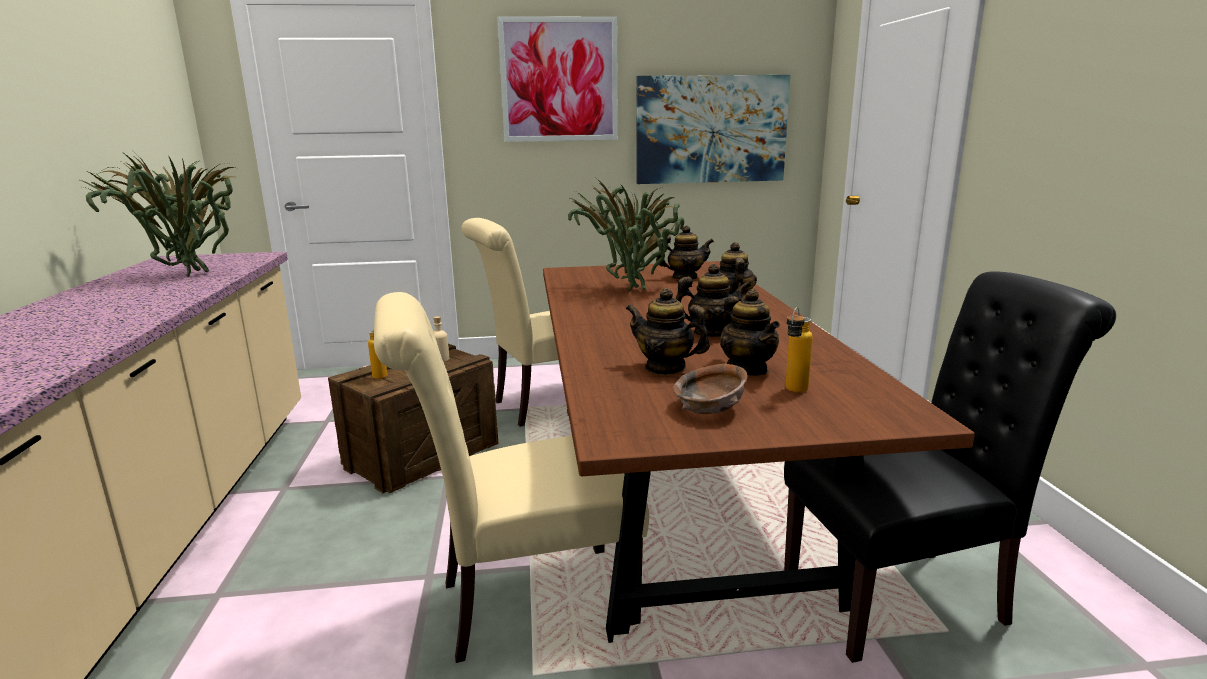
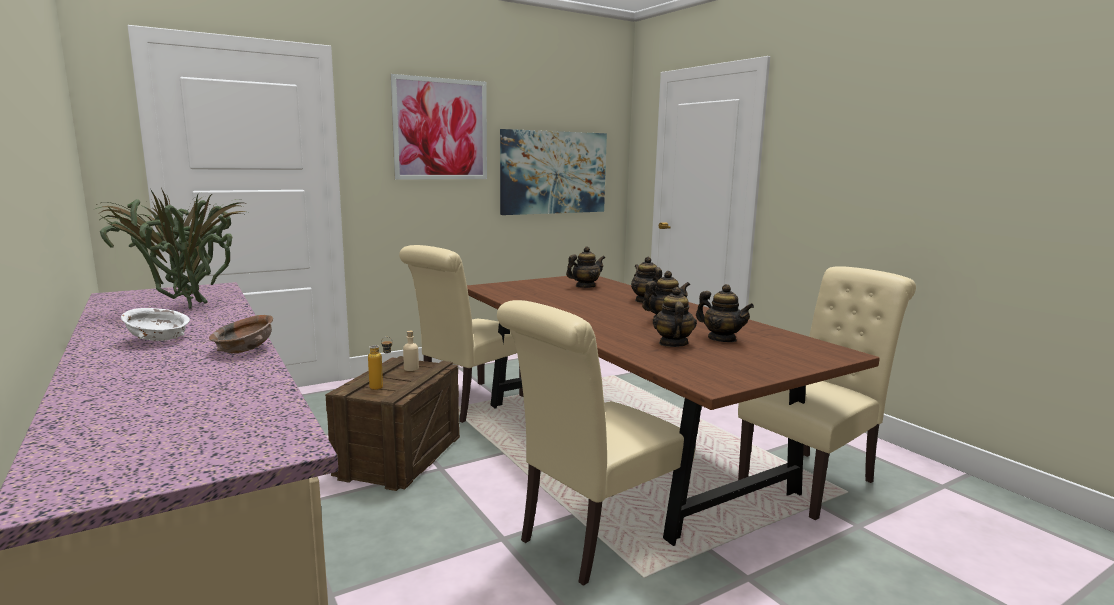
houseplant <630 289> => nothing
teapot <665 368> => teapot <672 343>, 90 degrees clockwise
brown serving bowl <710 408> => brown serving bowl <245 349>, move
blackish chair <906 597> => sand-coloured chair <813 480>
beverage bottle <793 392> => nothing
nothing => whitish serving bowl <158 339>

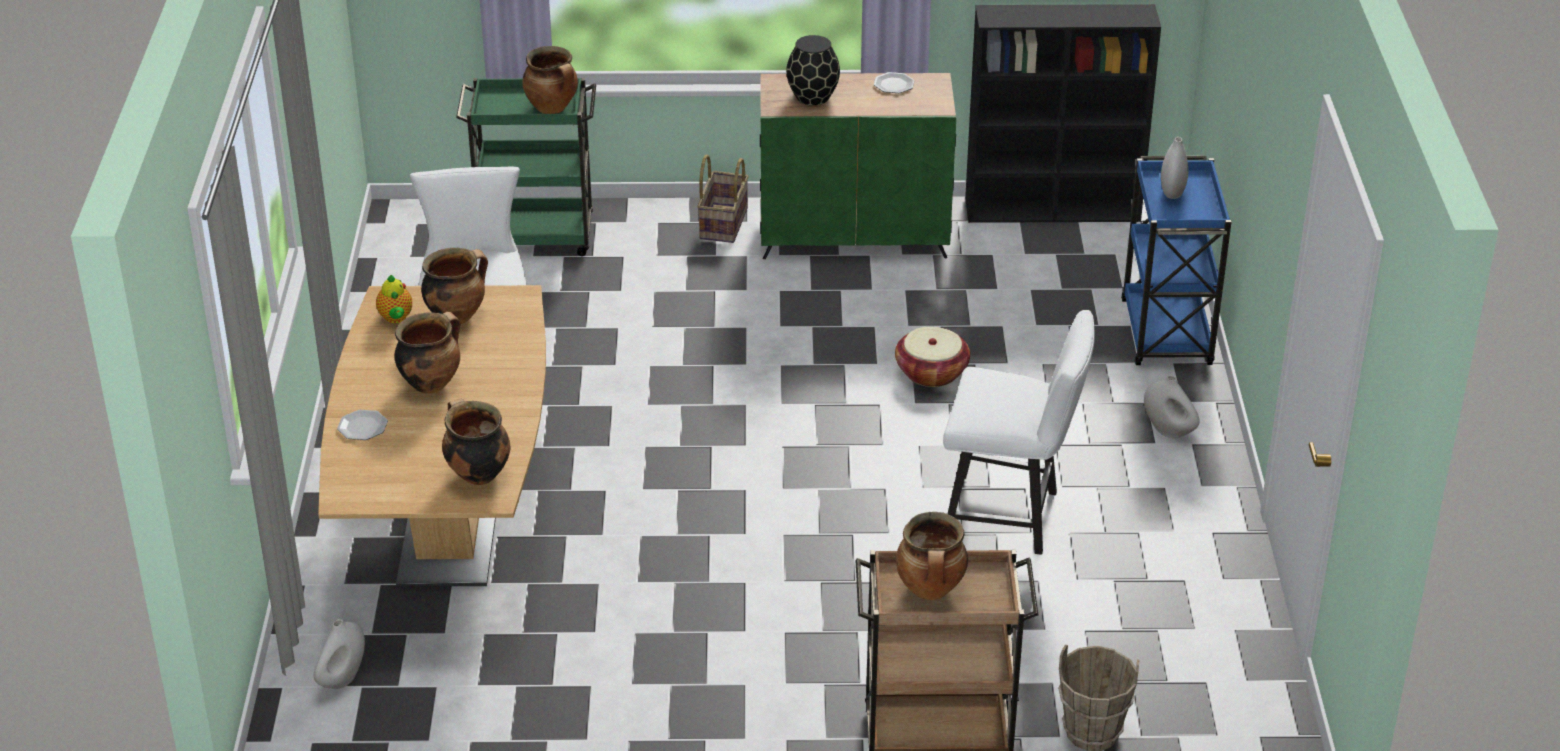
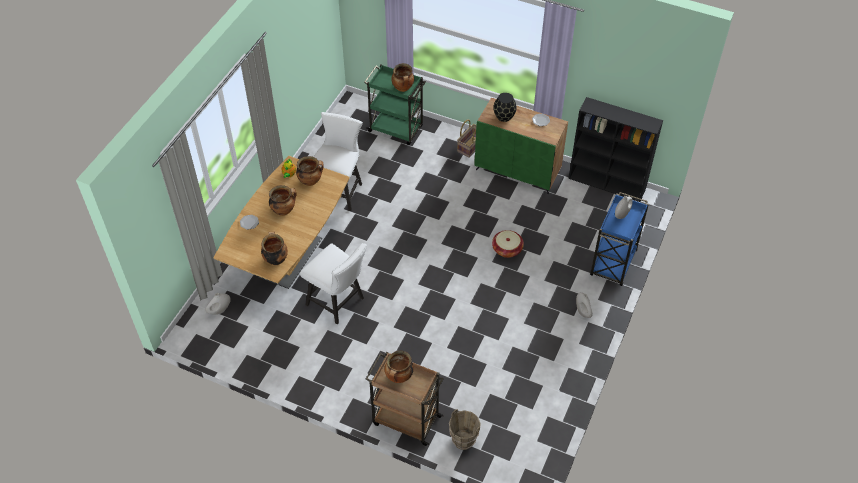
whitish chair <1010 517> => whitish chair <338 303>, move

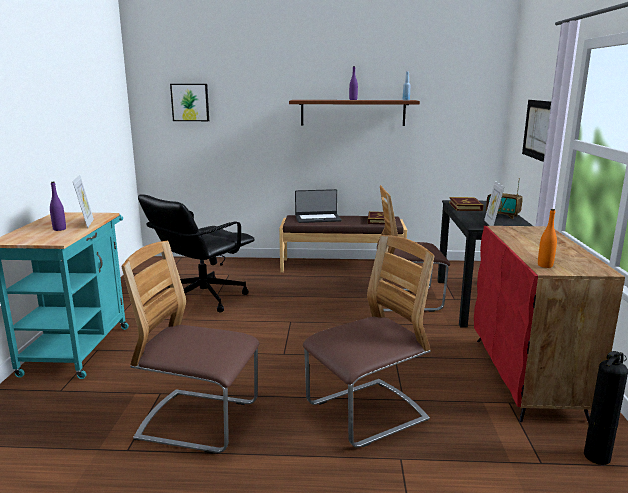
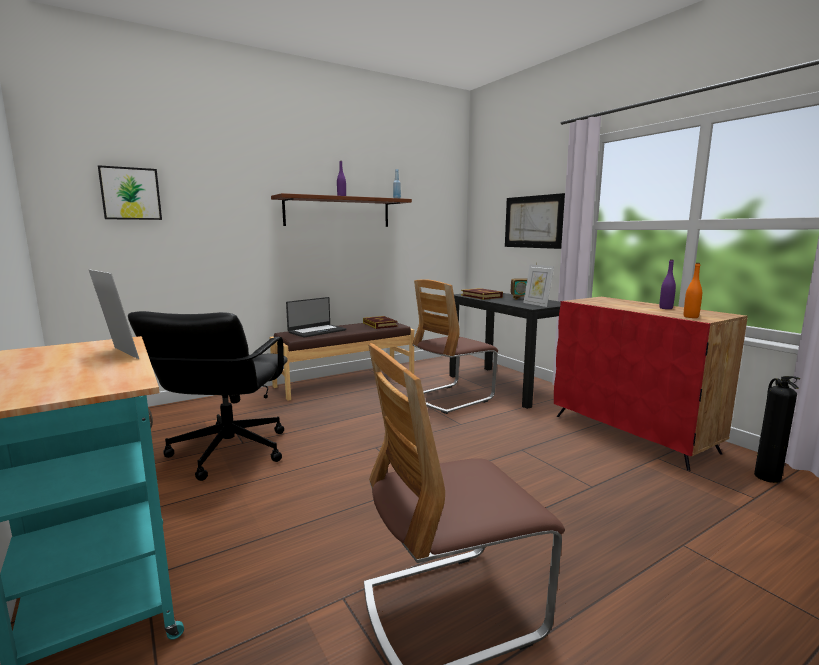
purplish beverage bottle <59 229> => purplish beverage bottle <666 308>, move
chair <366 413> => nothing

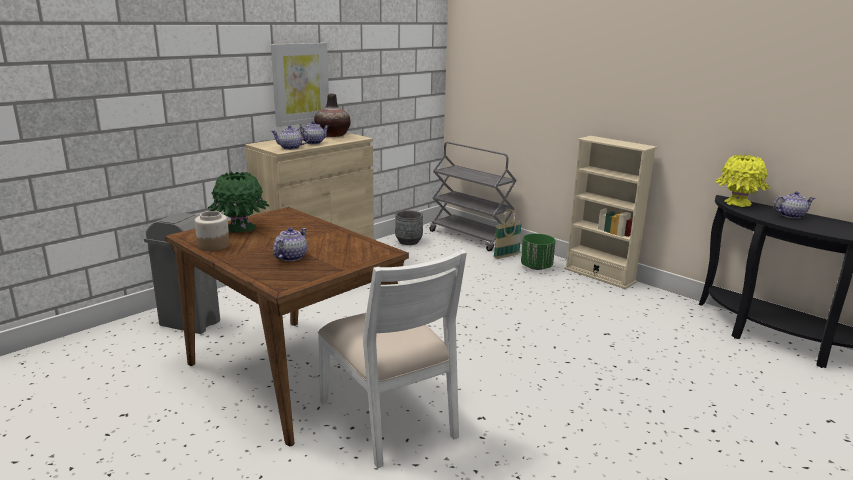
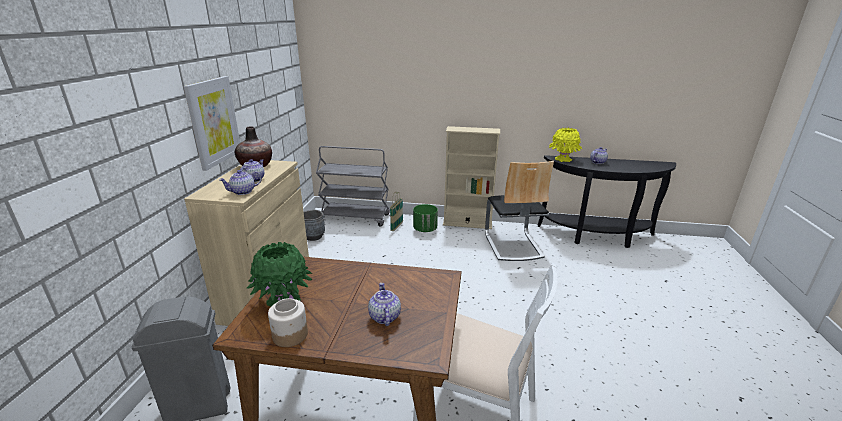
nothing => chair <512 245>

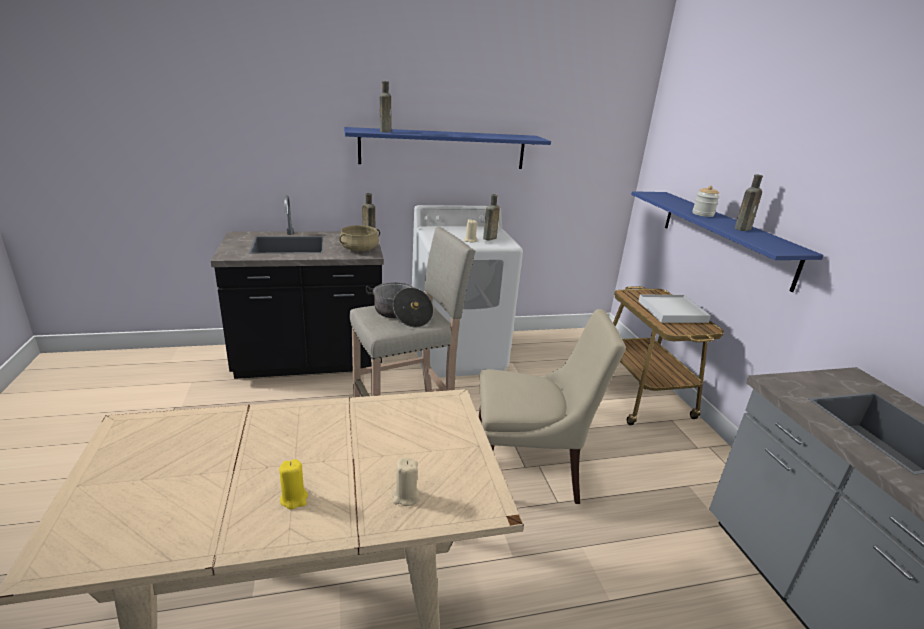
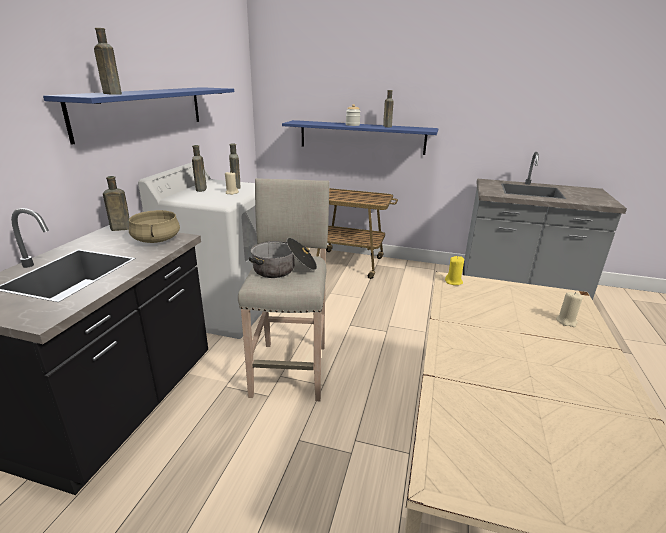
yellow wax candle <294 499> => yellow wax candle <453 282>, move
sand-coloured chair <529 470> => nothing
whitish serving tray <672 311> => nothing
nothing => brown beverage bottle <201 189>

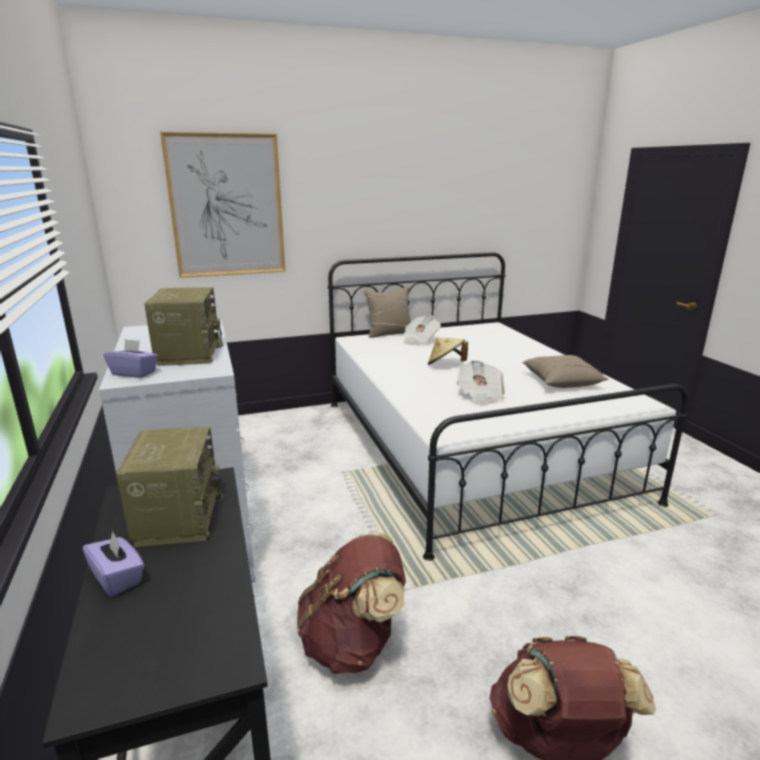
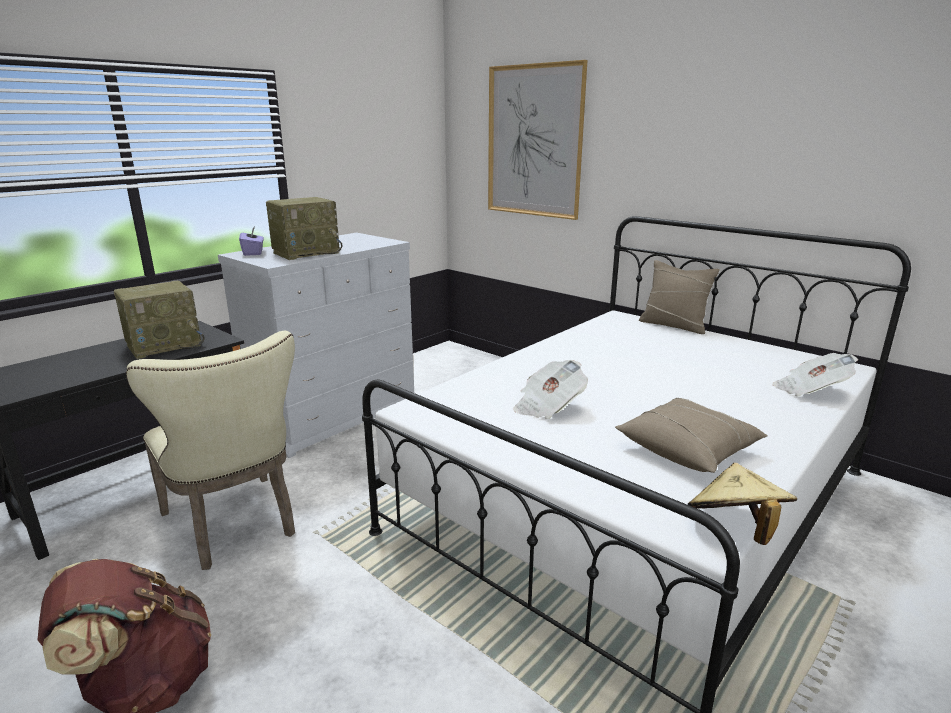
purplish tissue box <118 578> => nothing
brown knapsack <353 643> => sand-coloured chair <235 526>
daily paper <419 340> => daily paper <810 391>, move
sand-coloured hat <446 365> => sand-coloured hat <736 529>, move

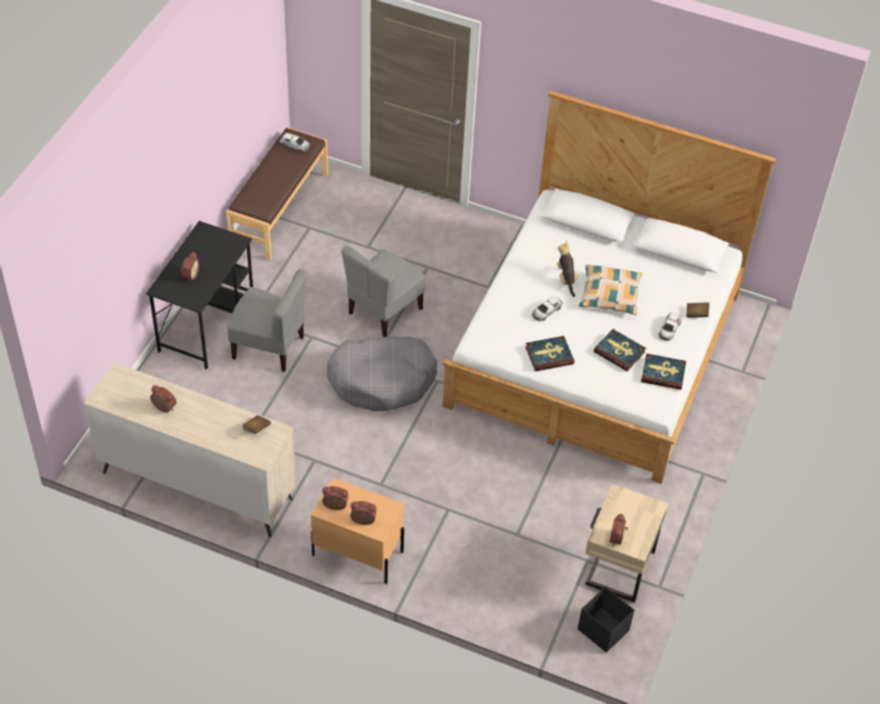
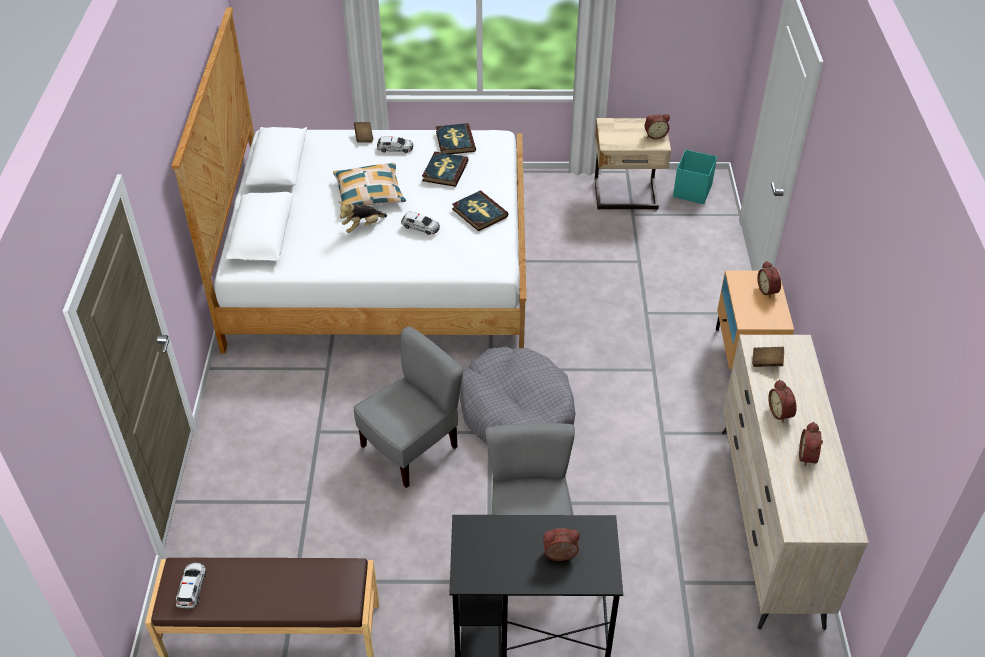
alarm clock <335 506> => alarm clock <781 413>, move
grey chair <384 311> => grey chair <411 448>, 60 degrees counterclockwise
blackish storage container <603 629> => turquoise storage container <692 191>

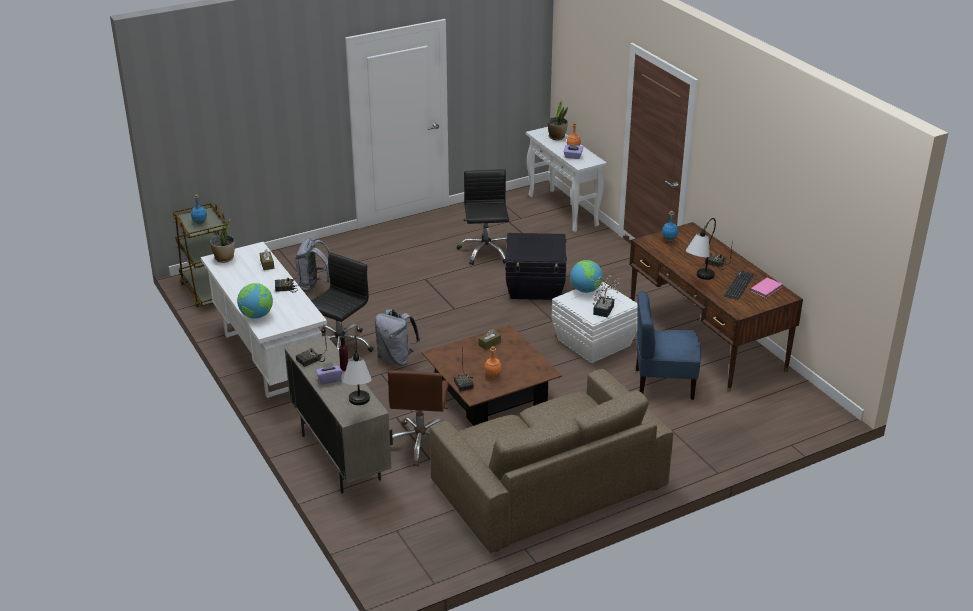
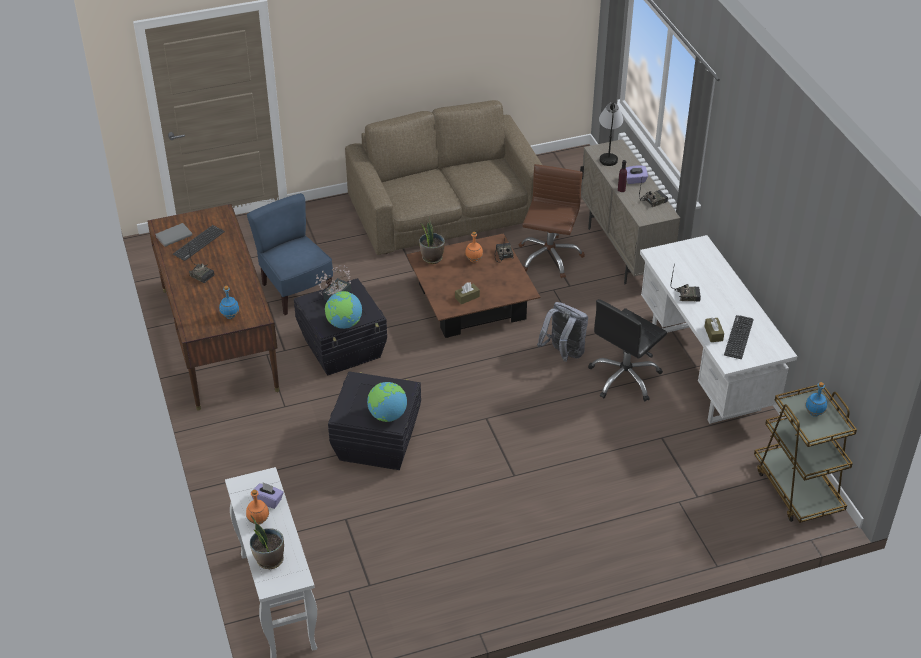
houseplant <224 258> => houseplant <432 258>, move
world globe <257 316> => world globe <387 415>, move
grey knapsack <314 286> => nothing
blackish computer chair <486 252> => nothing
whitish storage container <593 342> => blackish storage container <343 349>
blue-coloured chair <664 383> => blue-coloured chair <296 290>, 135 degrees counterclockwise
table lamp <698 280> => nothing
pink-coloured bound book <767 289> => grey bound book <173 236>
nothing => computer keyboard <738 337>

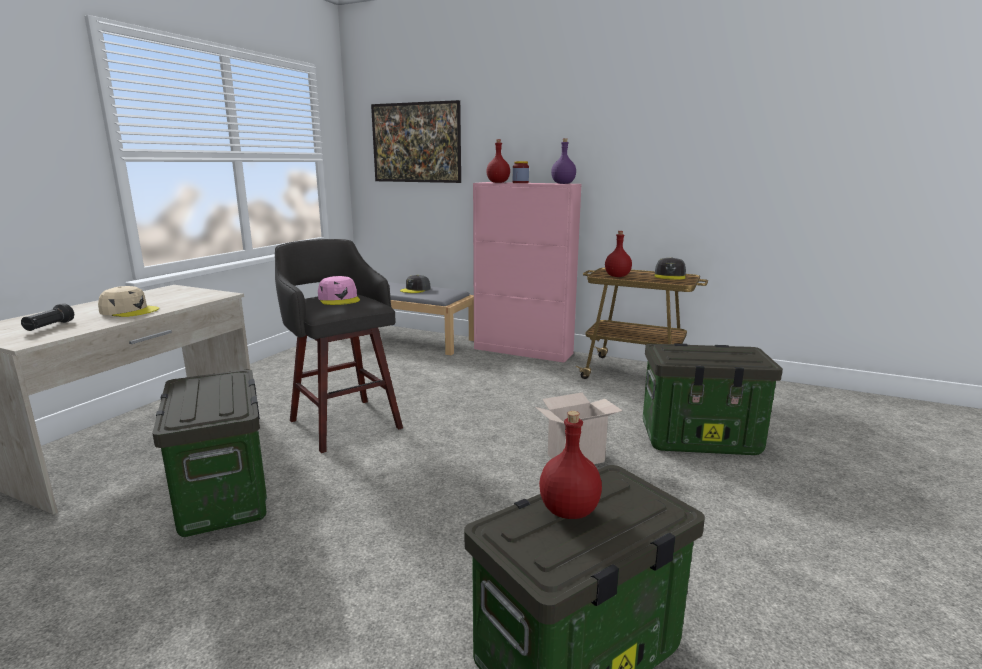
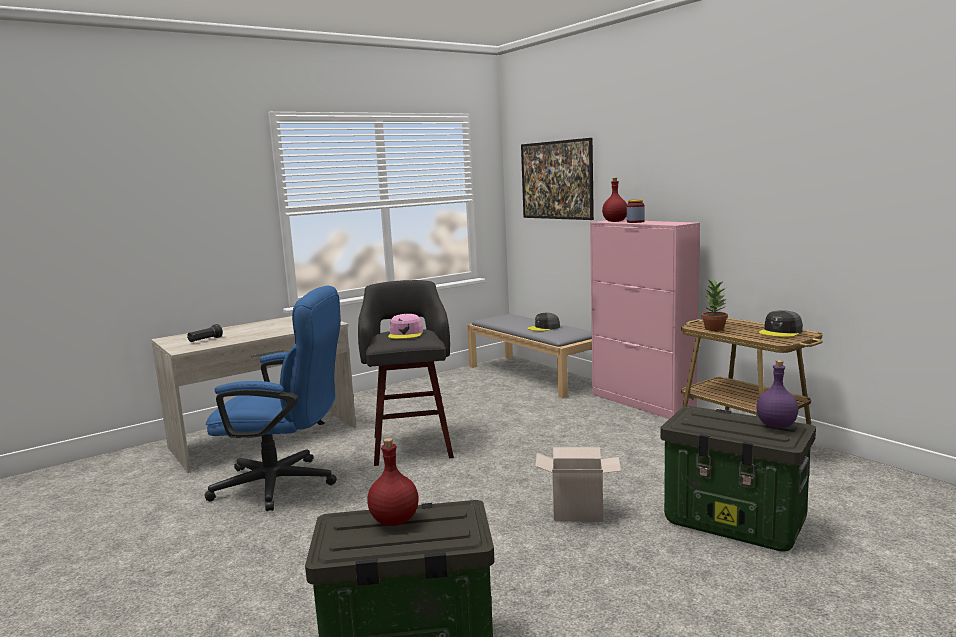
sand-coloured baseball cap <129 310> => nothing
storage container <225 497> => blue-coloured computer chair <286 484>
purplish beverage bottle <563 183> => purplish beverage bottle <777 425>, move
reddish beverage bottle <617 276> => houseplant <713 328>

